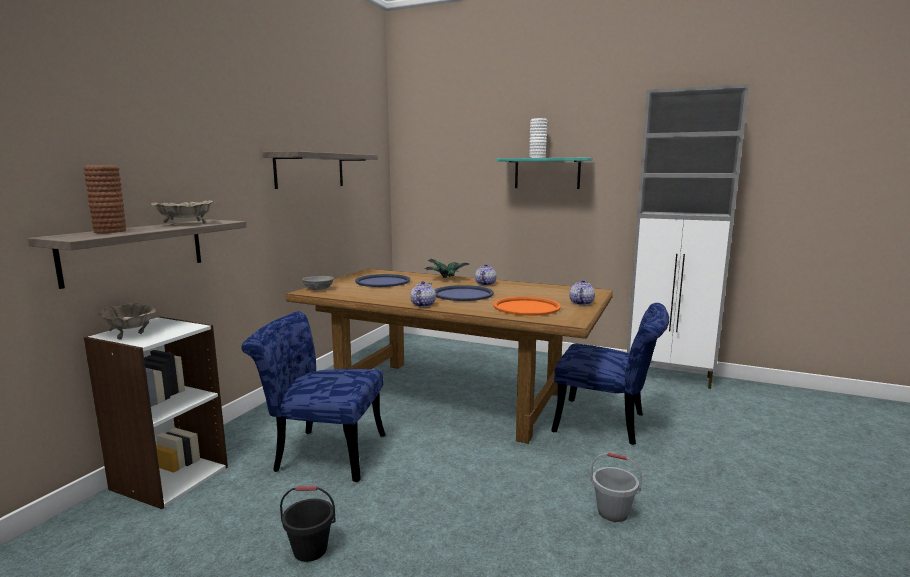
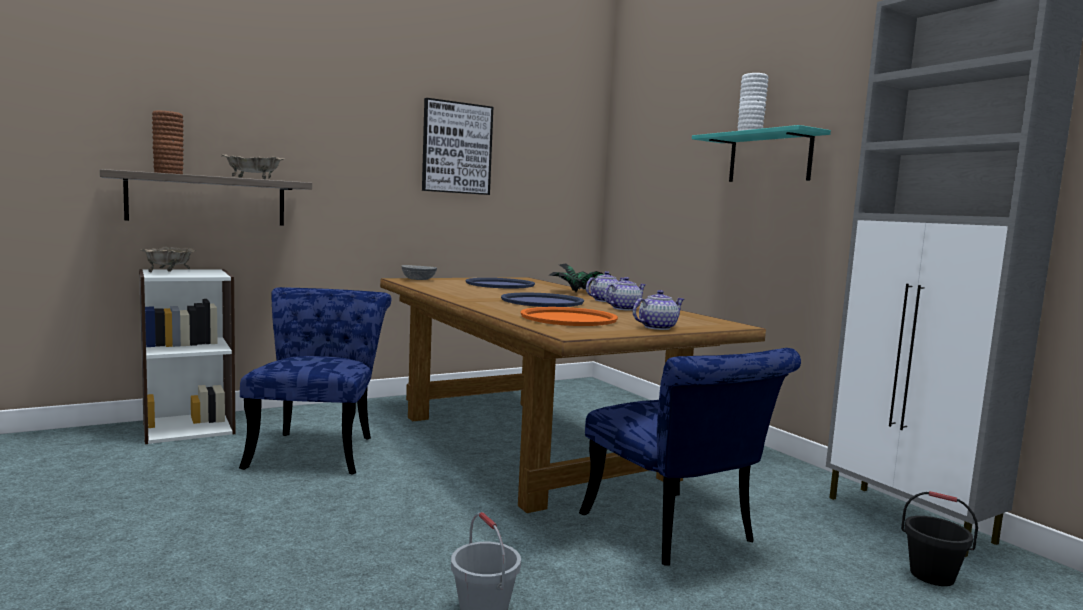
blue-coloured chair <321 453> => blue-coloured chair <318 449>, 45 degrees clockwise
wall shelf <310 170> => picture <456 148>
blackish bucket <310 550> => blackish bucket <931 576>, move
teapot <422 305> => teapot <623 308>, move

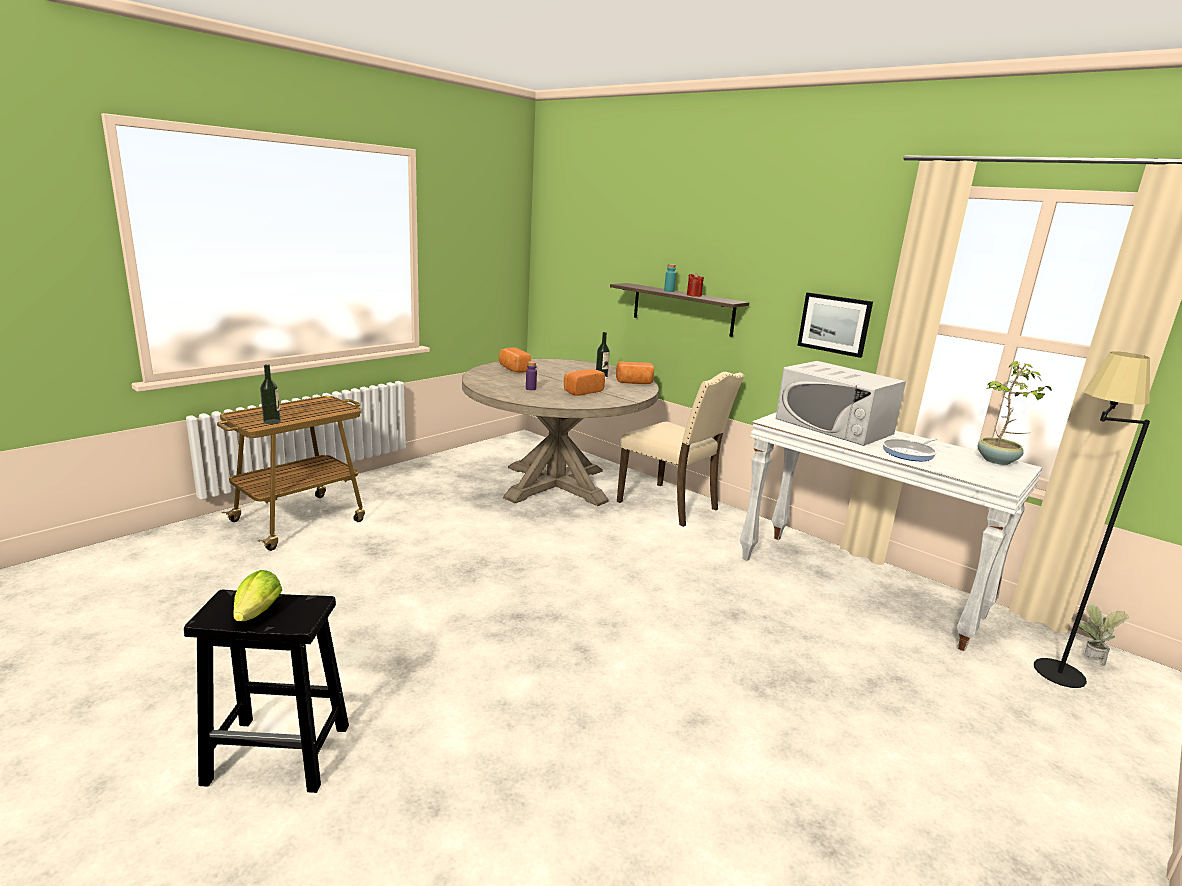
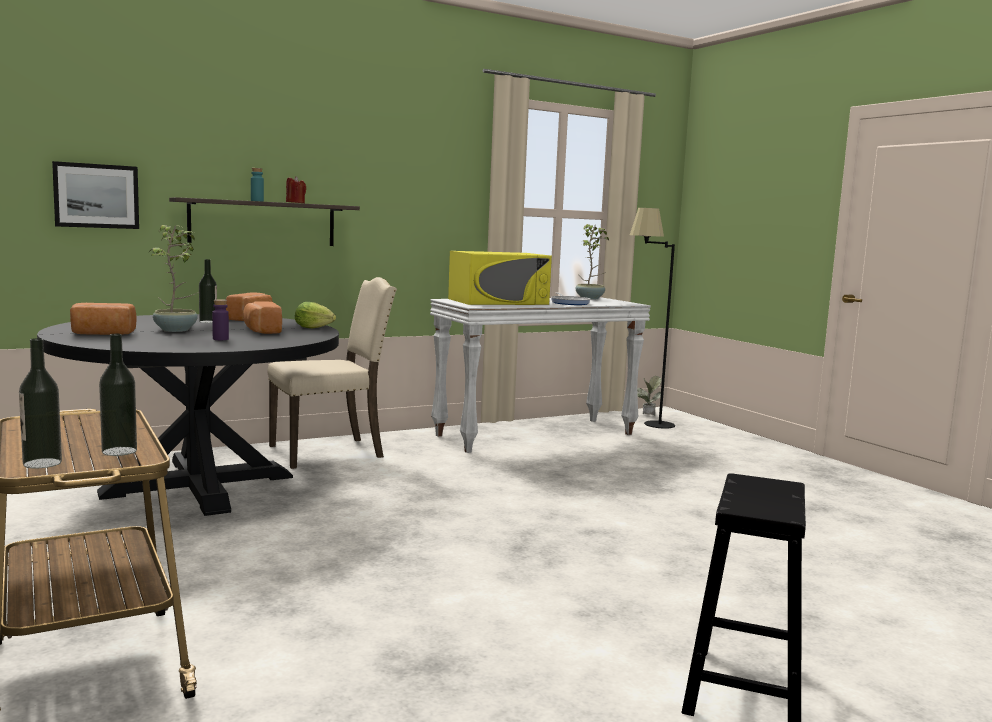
lettuce <256 615> => lettuce <316 328>, move
sand-coloured dinner table <555 484> => blackish dinner table <199 485>
whitish kitchen microwave <834 426> => yellow kitchen microwave <498 301>
picture <834 324> => picture <96 196>, move
nothing => beverage bottle <42 463>
nothing => houseplant <176 330>

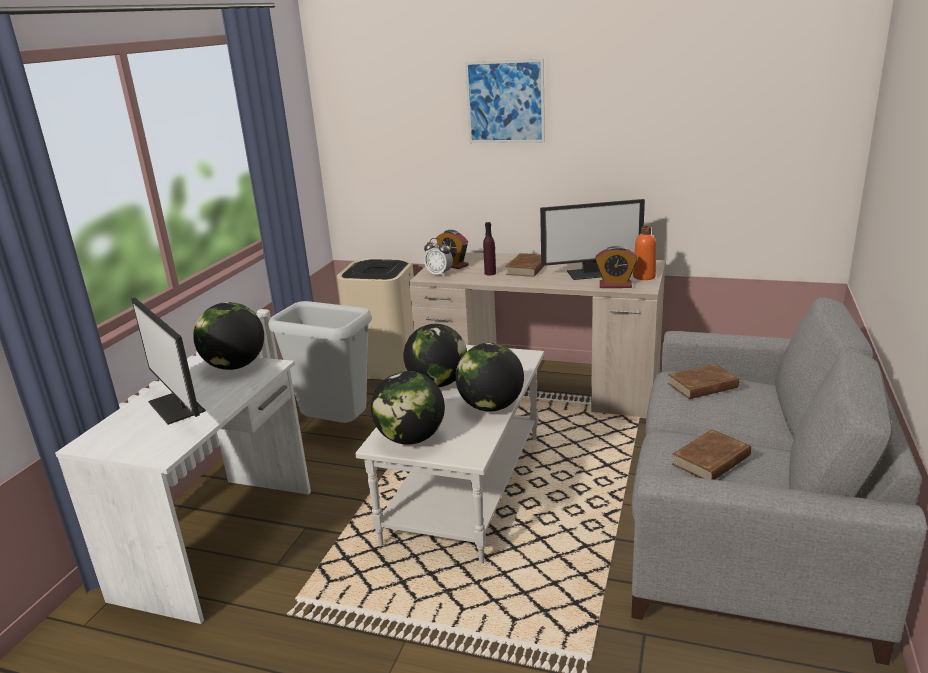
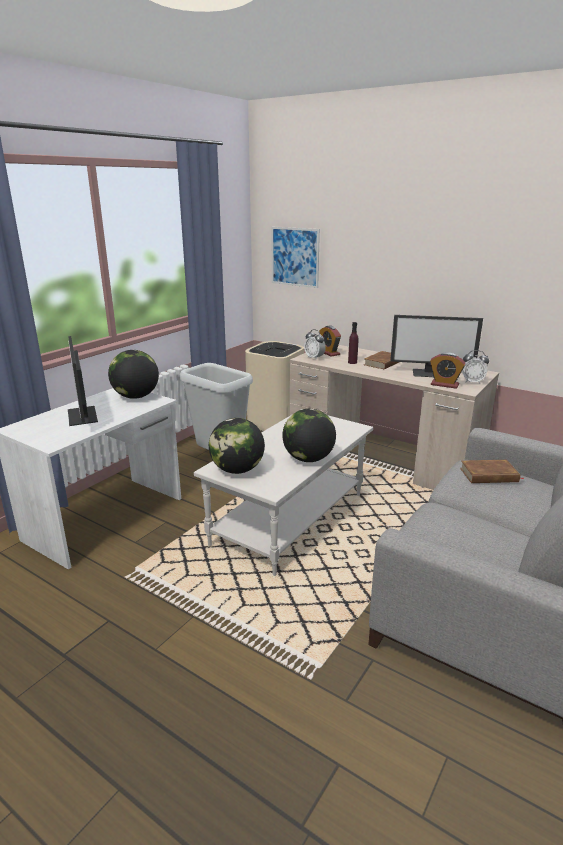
world globe <437 383> => nothing
picture <505 102> => picture <295 257>, move
orange beverage bottle <644 277> => alarm clock <472 382>
brown bound book <712 460> => nothing

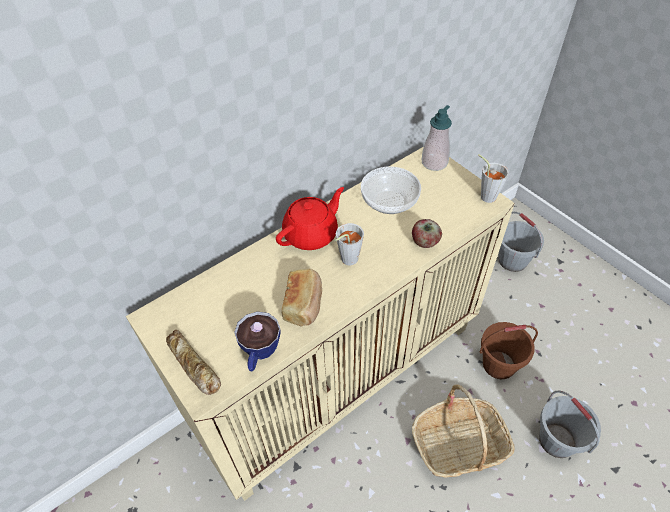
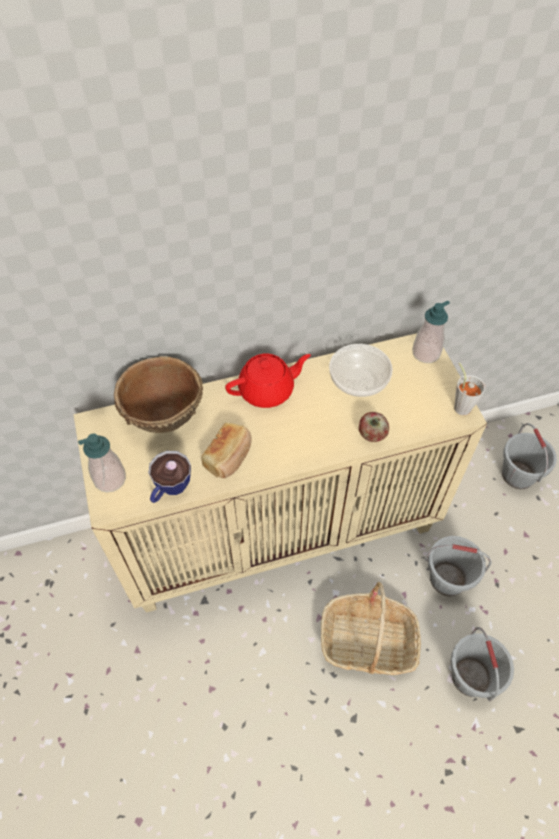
bread <193 365> => liquid soap bottle <110 479>
grey cup <346 260> => nothing
brown bucket <498 365> => grey bucket <447 579>
nothing => brown serving bowl <164 416>

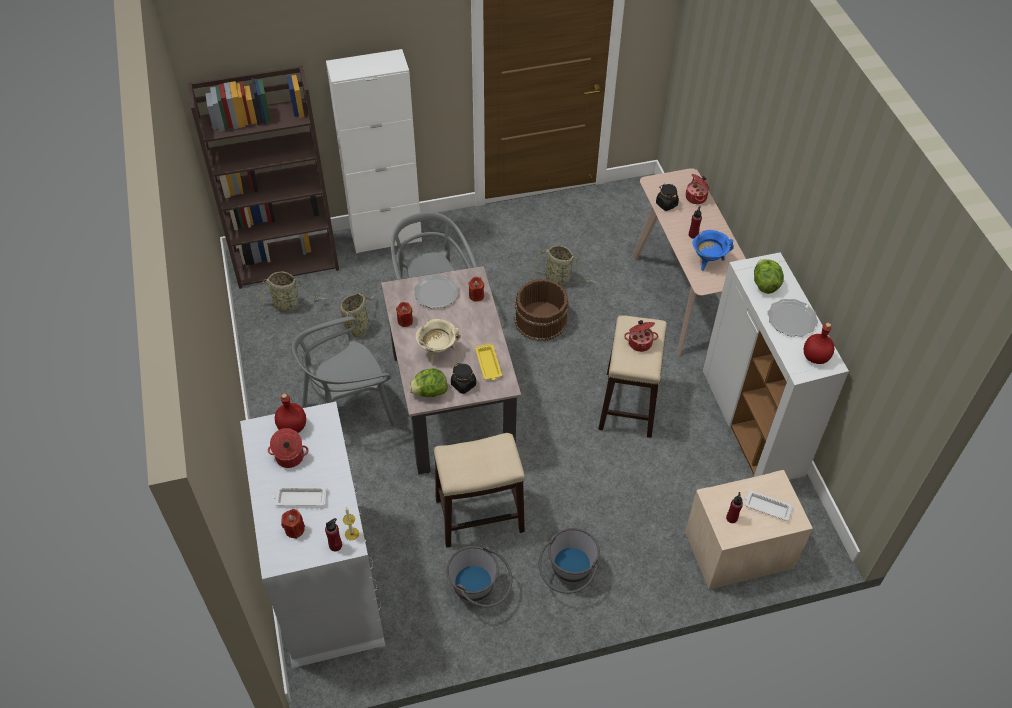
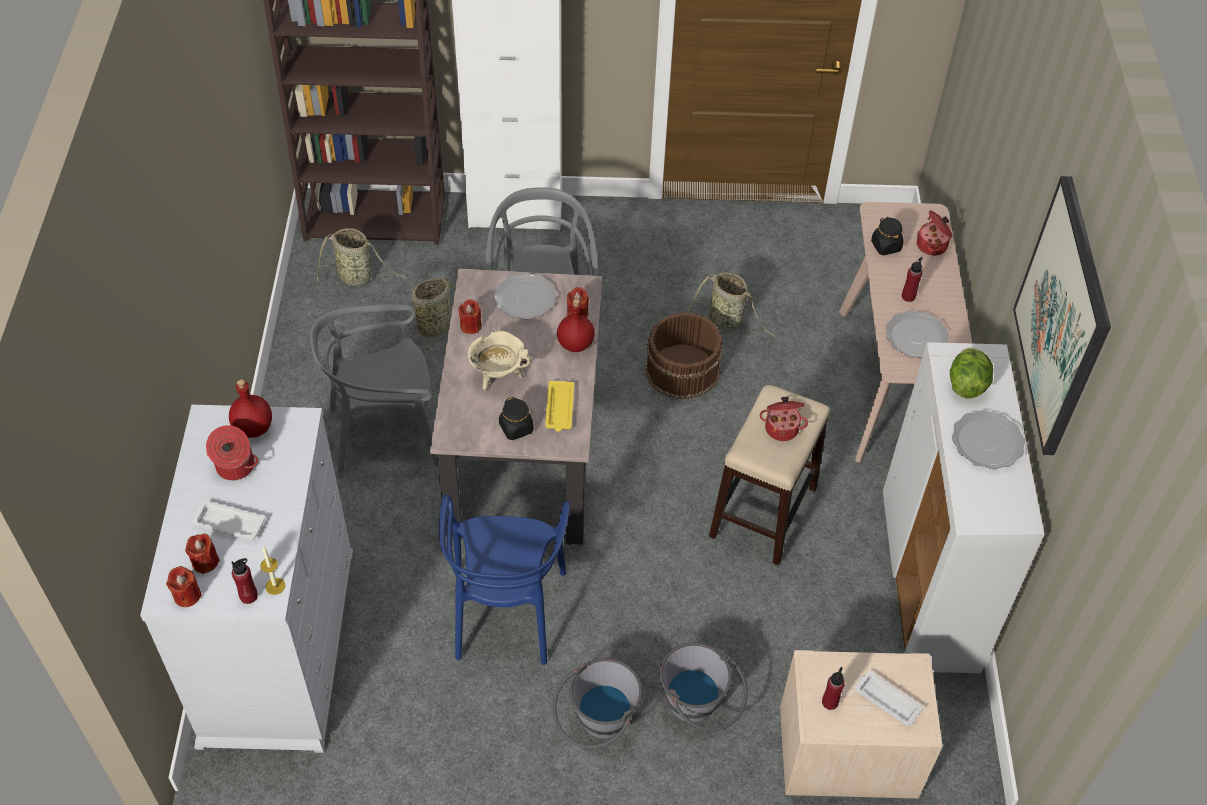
lettuce <429 392> => nothing
sitting stool <478 515> => blue-coloured chair <506 611>
grey bucket <480 592> => grey bucket <699 708>, move
blue-coloured stockpot <708 261> => plate <916 336>
reddish beverage bottle <816 357> => reddish beverage bottle <576 344>, move
nothing => reddish wax candle <187 595>
nothing => picture <1063 317>

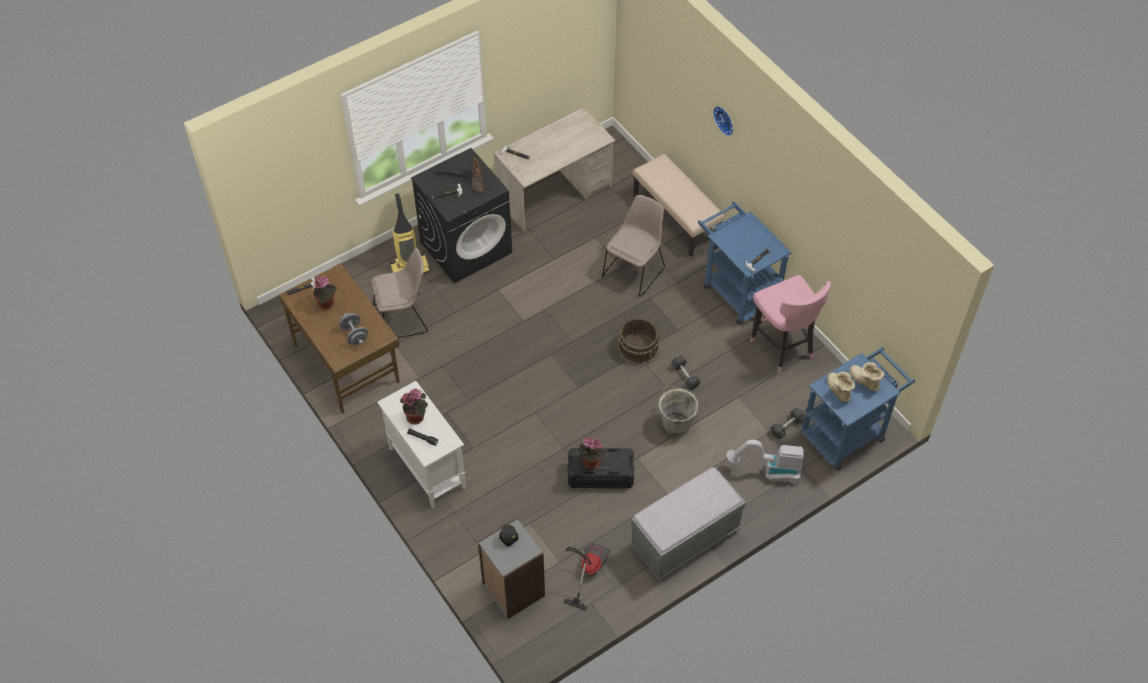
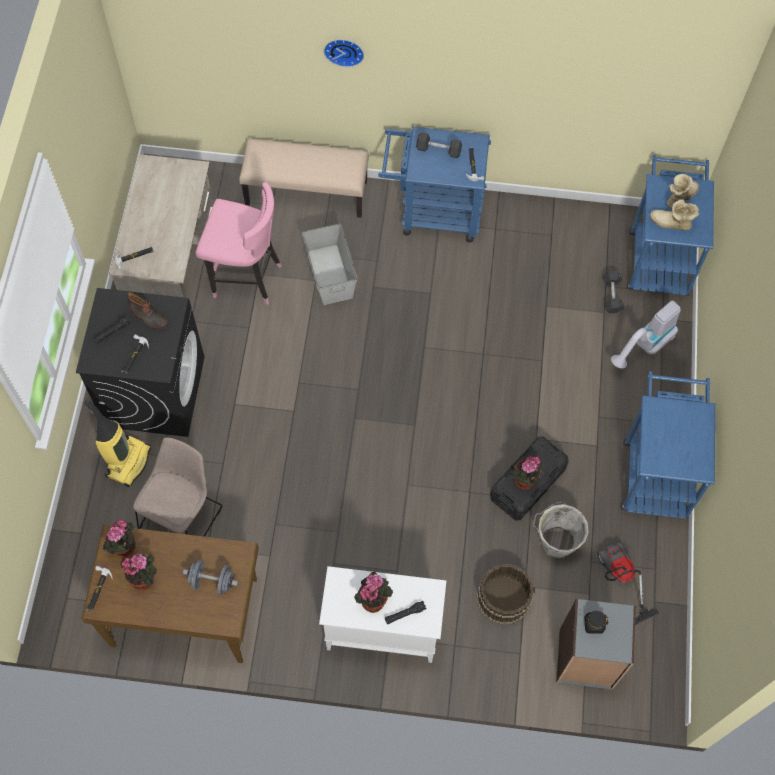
sand-coloured chair <634 270> => grey storage container <330 273>
brown bucket <638 348> => brown bucket <503 597>, move
grey bench <685 539> => blue-coloured wheeled cart <655 470>
grey bucket <675 424> => grey bucket <555 542>, move
grey free weight <685 376> => grey free weight <438 150>, move
pink-coloured sitting stool <782 347> => pink-coloured sitting stool <246 278>, move
tall boot <864 382> => tall boot <679 197>, 135 degrees clockwise
nothing => houseplant <125 548>

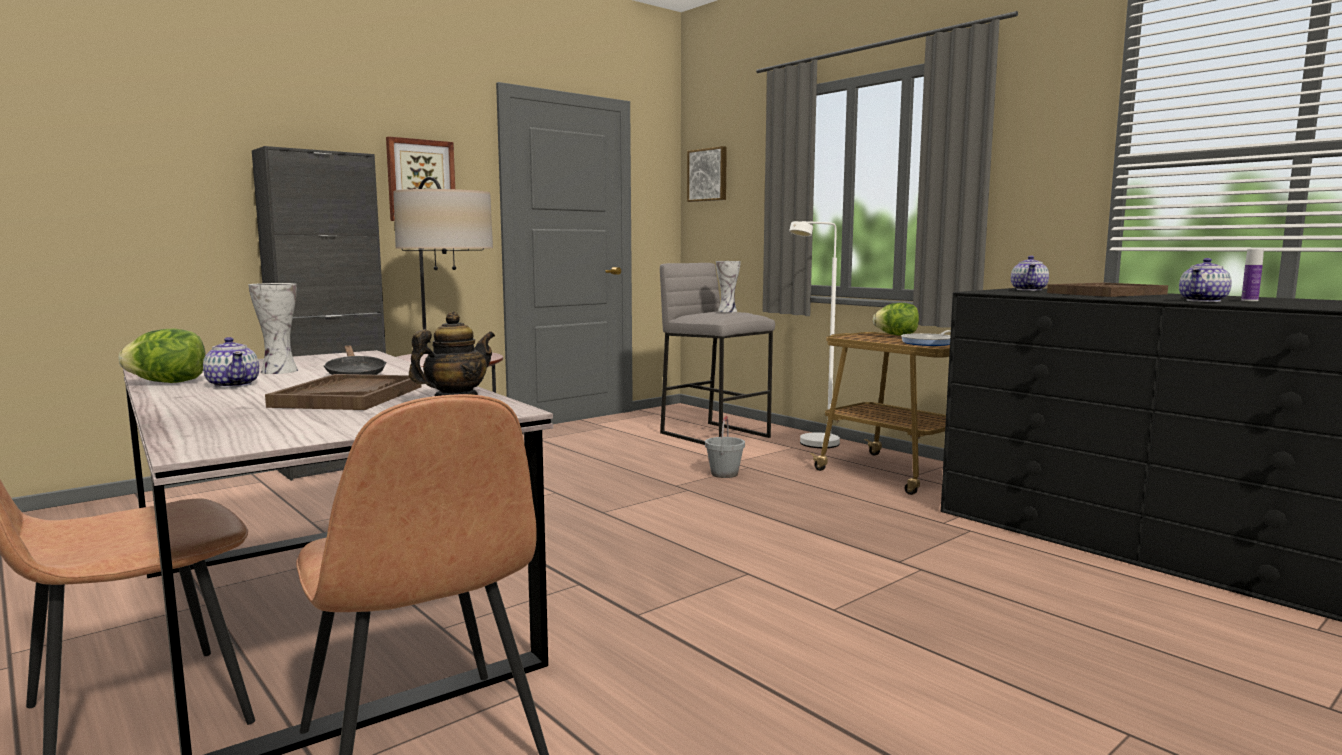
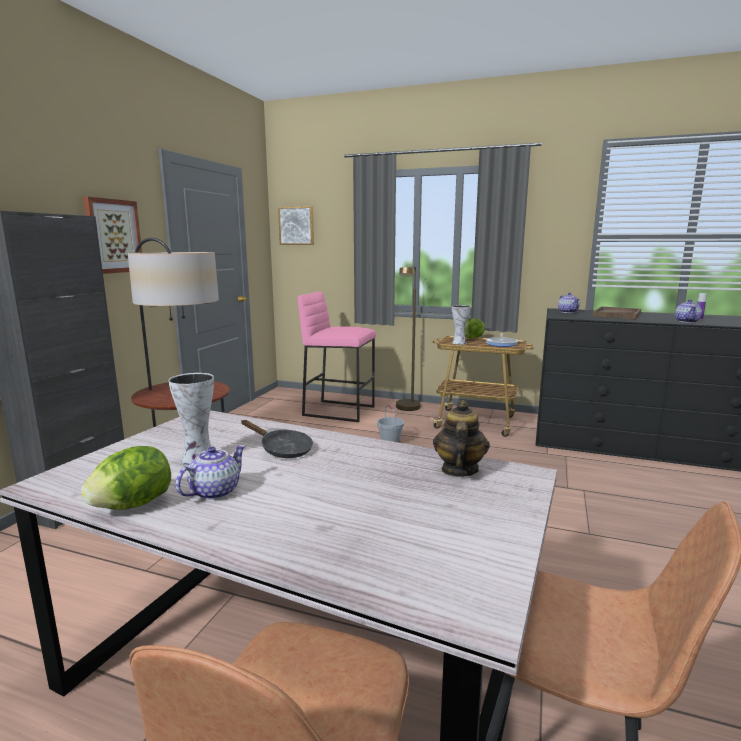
teapot <233 385> => teapot <214 492>, 75 degrees counterclockwise
brown serving tray <348 396> => nothing
grey sitting stool <715 435> => pink-coloured sitting stool <339 411>
decorative vase <728 311> => decorative vase <459 343>, move
whitish standing lamp <813 445> => brown standing lamp <407 409>

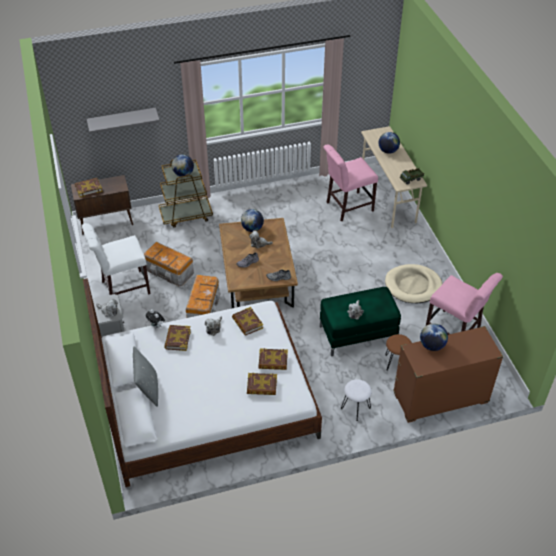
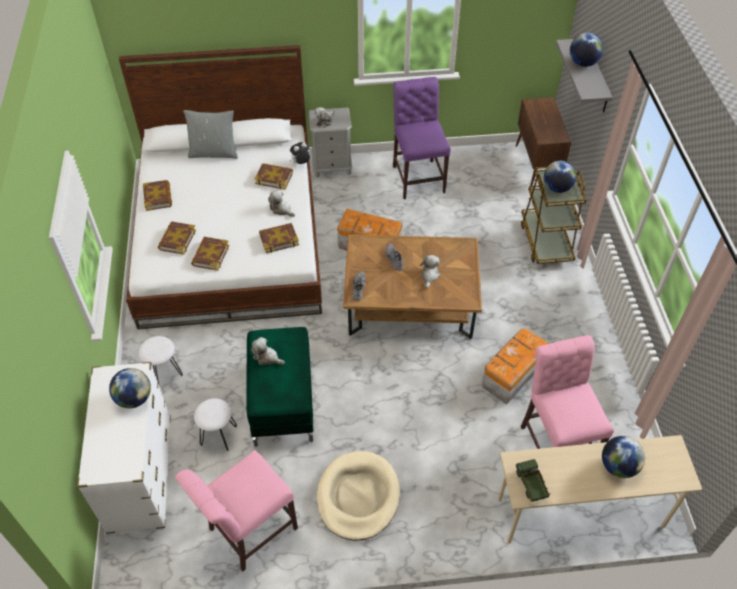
bound book <88 189> => bound book <158 197>, move
whitish chair <122 288> => purplish chair <418 176>
storage container <169 272> => storage container <512 374>, move
world globe <252 229> => world globe <583 63>, move
brown sitting stool <395 362> => whitish sitting stool <218 435>
brown dresser <440 398> => whitish dresser <141 474>

